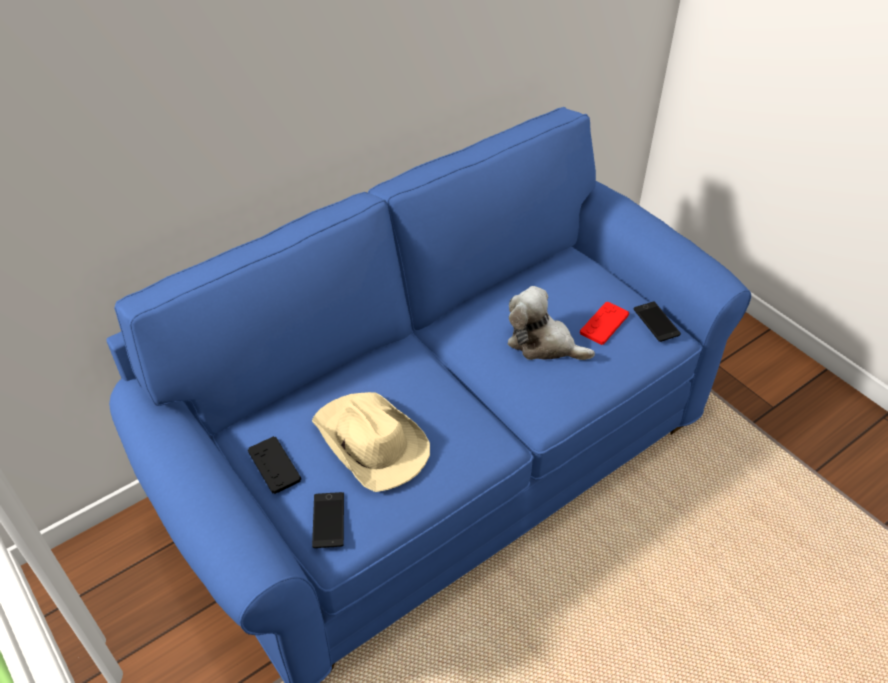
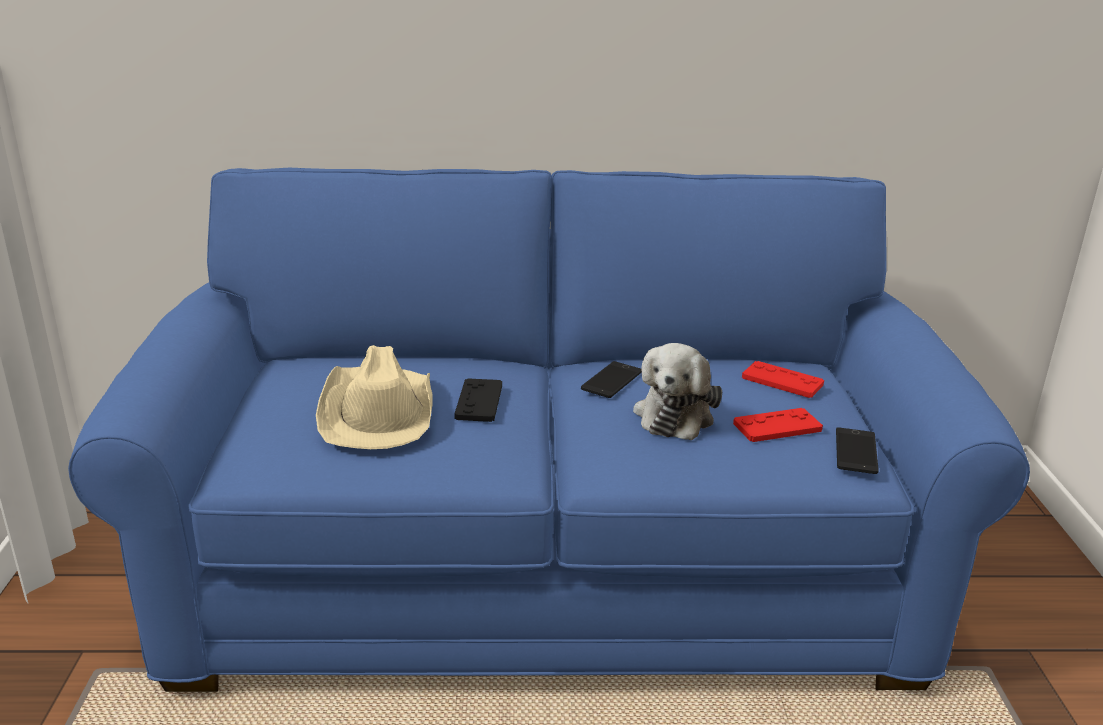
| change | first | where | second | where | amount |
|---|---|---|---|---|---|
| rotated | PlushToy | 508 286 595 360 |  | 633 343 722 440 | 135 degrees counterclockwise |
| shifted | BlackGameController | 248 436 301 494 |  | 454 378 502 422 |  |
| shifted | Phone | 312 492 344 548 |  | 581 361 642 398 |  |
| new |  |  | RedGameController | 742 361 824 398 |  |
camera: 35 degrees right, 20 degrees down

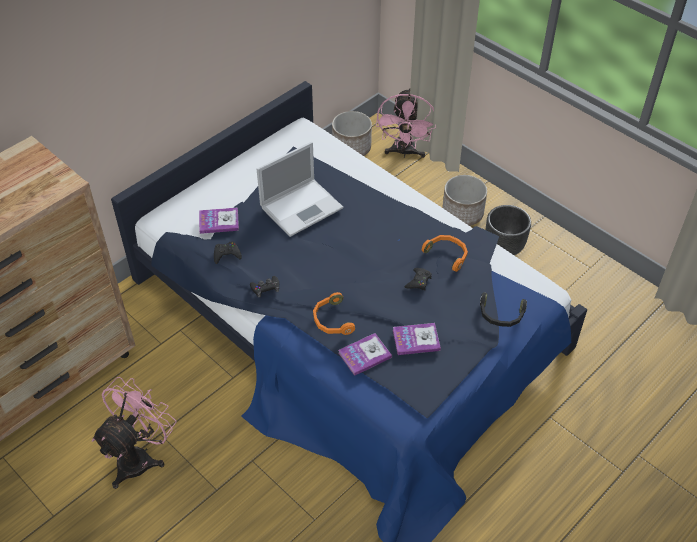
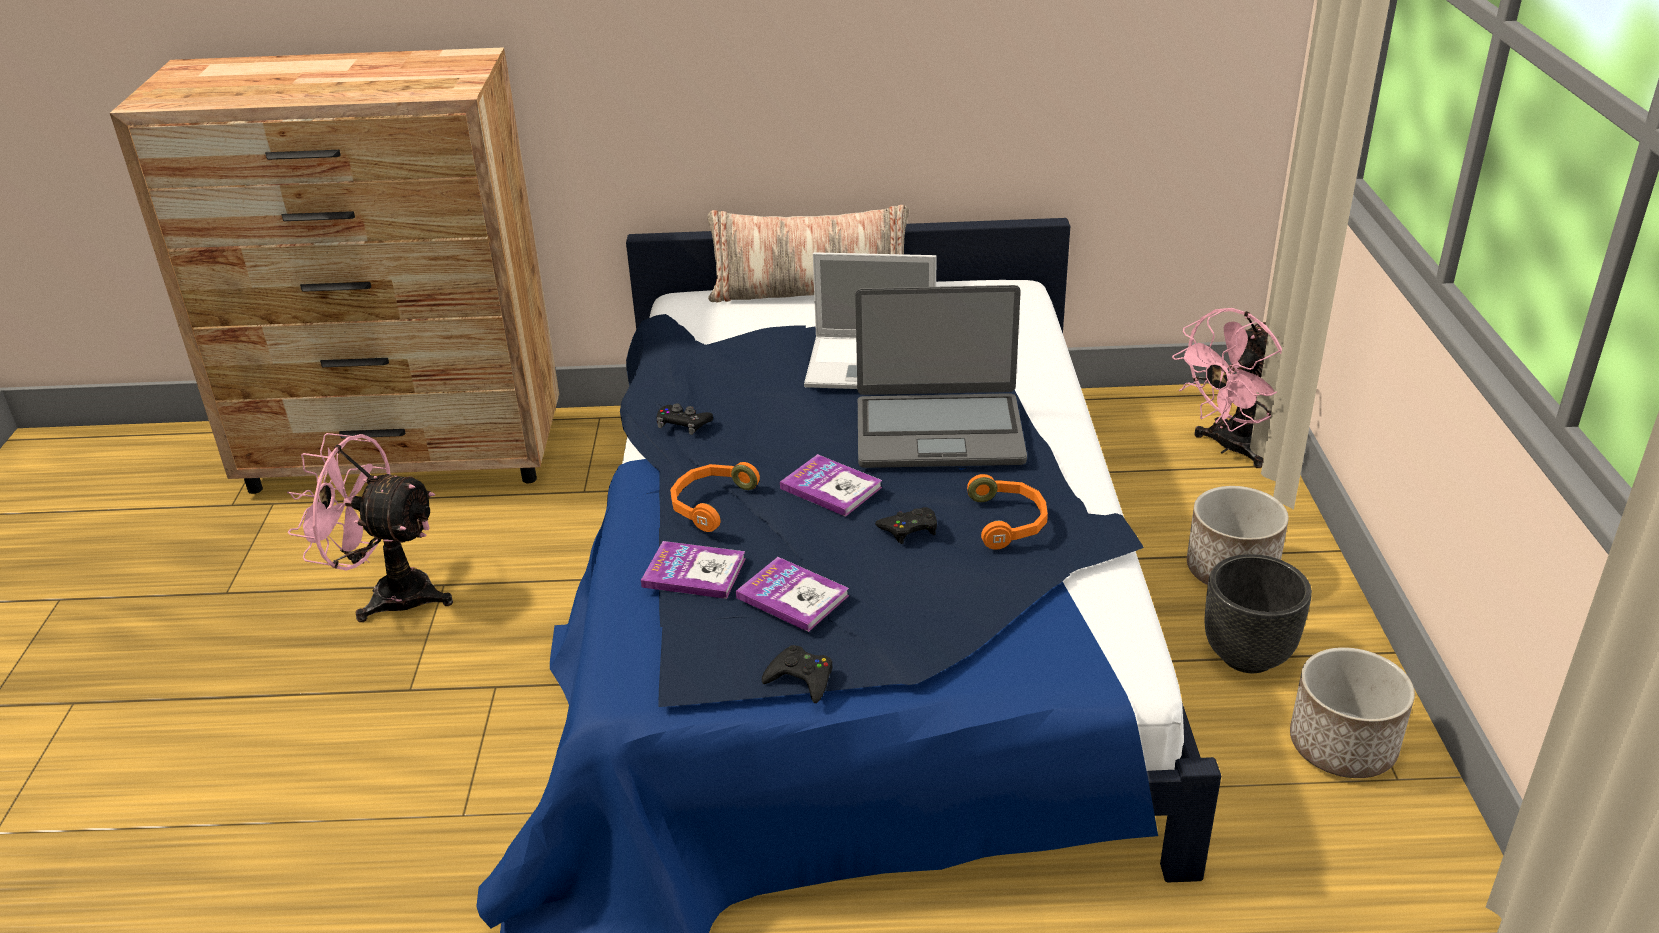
| change | first | where | second | where | amount |
|---|---|---|---|---|---|
| shifted | Planter | 332 111 372 156 |  | 1290 647 1415 778 |  |
| shifted | Book | 199 207 239 234 |  | 780 454 882 517 |  |
| shifted | BlackGameController | 214 241 242 264 |  | 762 645 832 703 |  |
| gone | BlackHeadphones | 480 292 527 327 |  |  |  |
| rotated | PinkFan | 92 377 176 489 |  | 287 433 453 622 | 150 degrees counterclockwise |
| new |  |  | Pillow | 707 205 909 302 |  |
| new |  |  | Laptop | 855 285 1027 468 |  |
camera: 45 degrees right, 15 degrees down

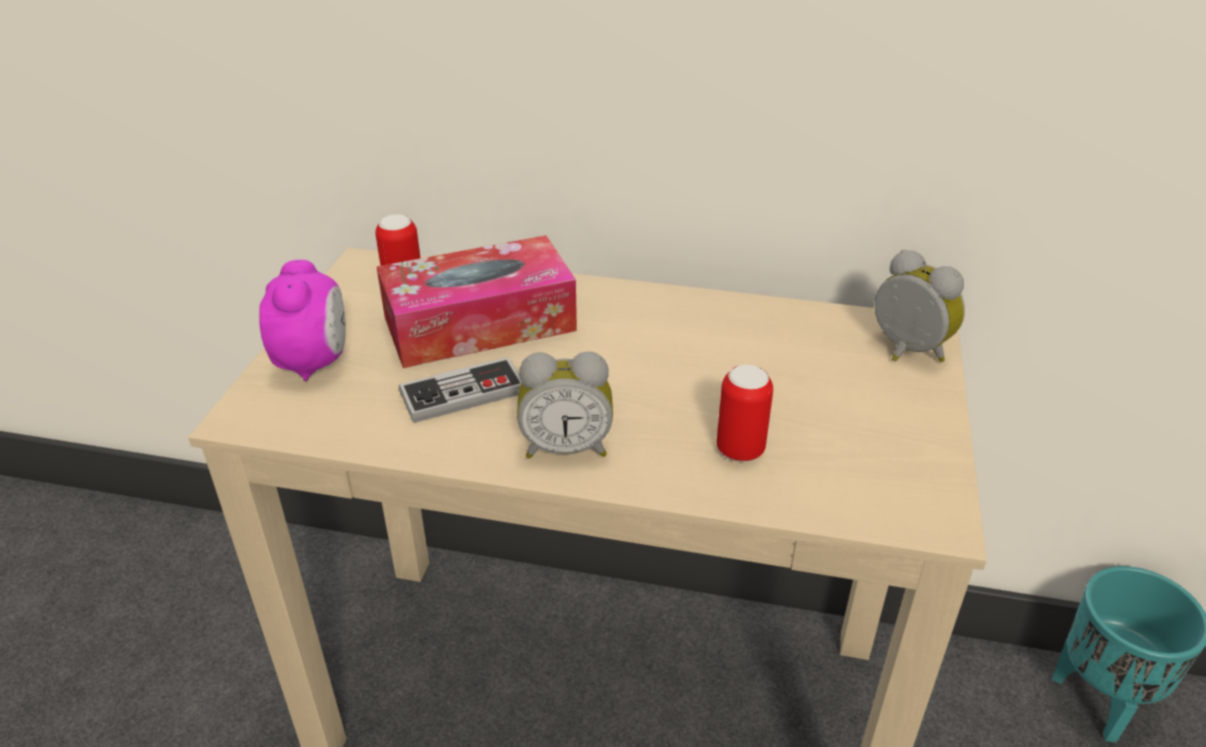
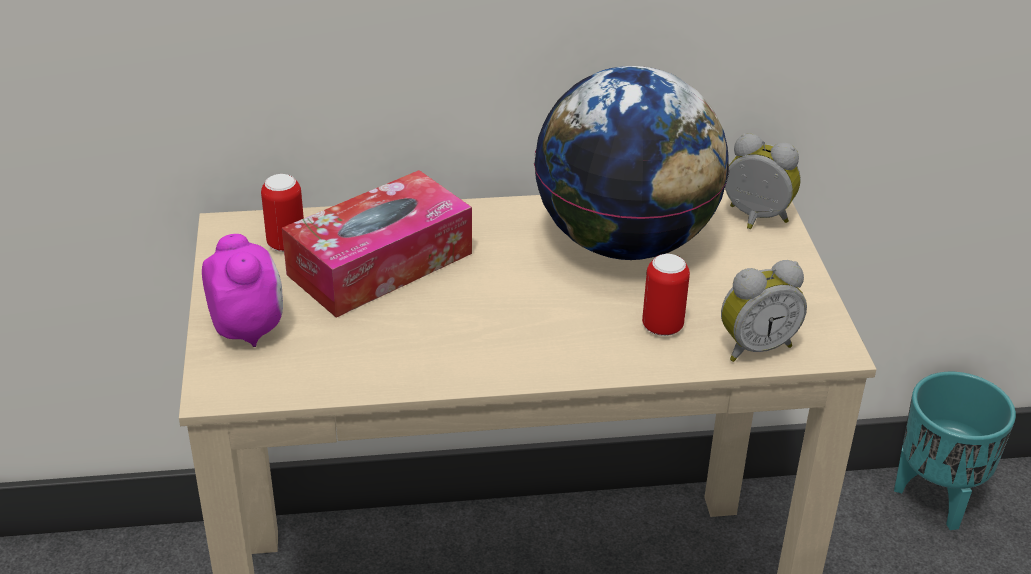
| change | first | where | second | where | amount |
|---|---|---|---|---|---|
| shifted | AlarmClock | 517 351 613 459 |  | 721 260 807 362 |  |
| gone | GameController | 399 357 522 423 |  |  |  |
| new |  |  | Globe | 534 66 729 260 |  |
camera: 20 degrees left, 0 degrees up

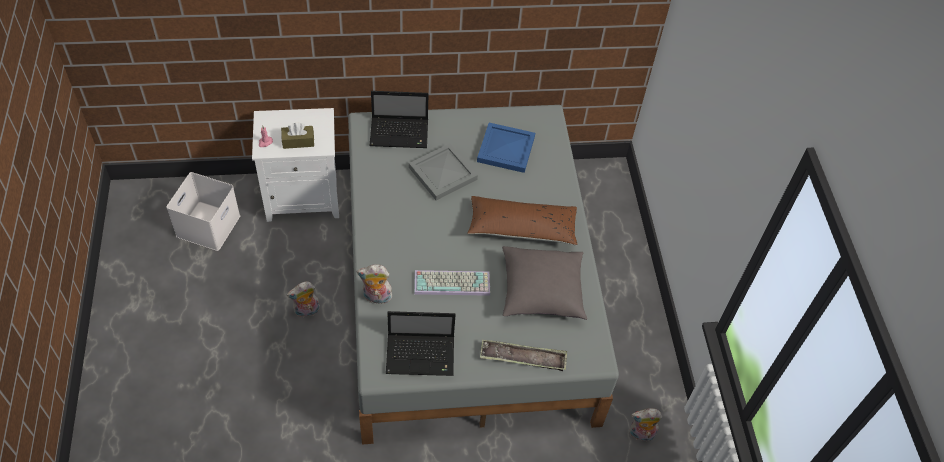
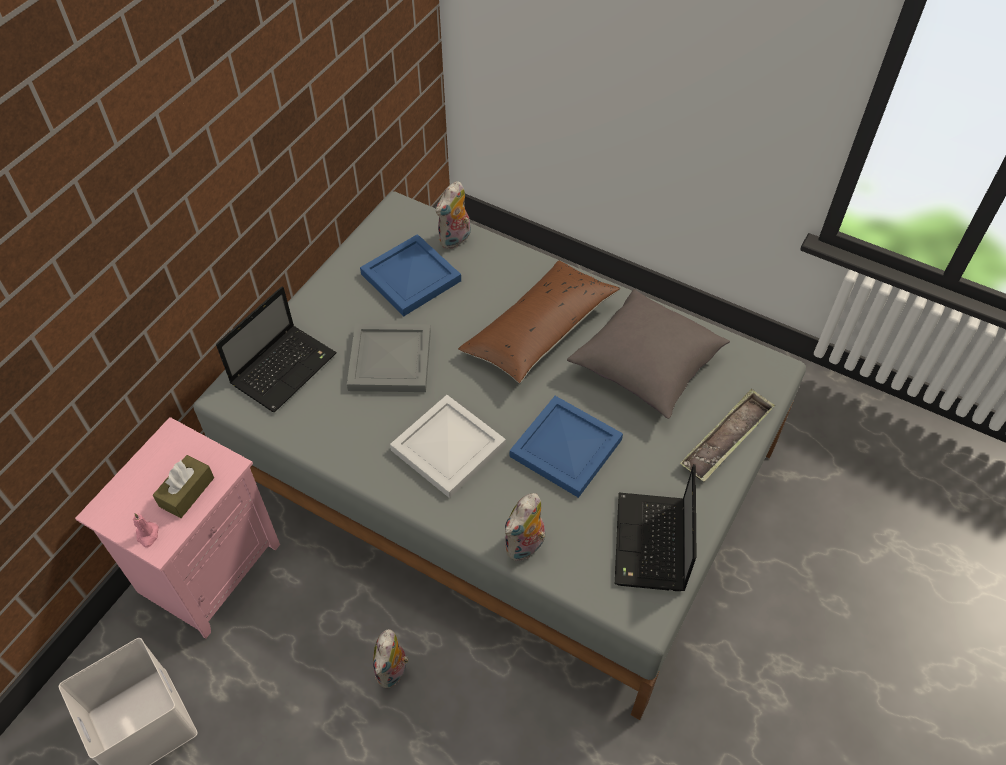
| change | first | where | second | where | amount |
|---|---|---|---|---|---|
| repainted | WhiteNightstand | 252 108 339 222 | PinkNightstand | 75 417 280 639 |  |
| swapped | Keyboard | 414 270 490 296 | BlueTray | 510 396 623 498 |  |
| rotated | Laptop | 386 311 456 376 |  | 615 464 696 591 | 150 degrees clockwise |
| shifted | PlushToy | 629 408 662 441 |  | 436 181 471 249 |  |
| new |  |  | WhiteTray | 390 395 506 498 |  |
camera: 50 degrees left, 0 degrees up

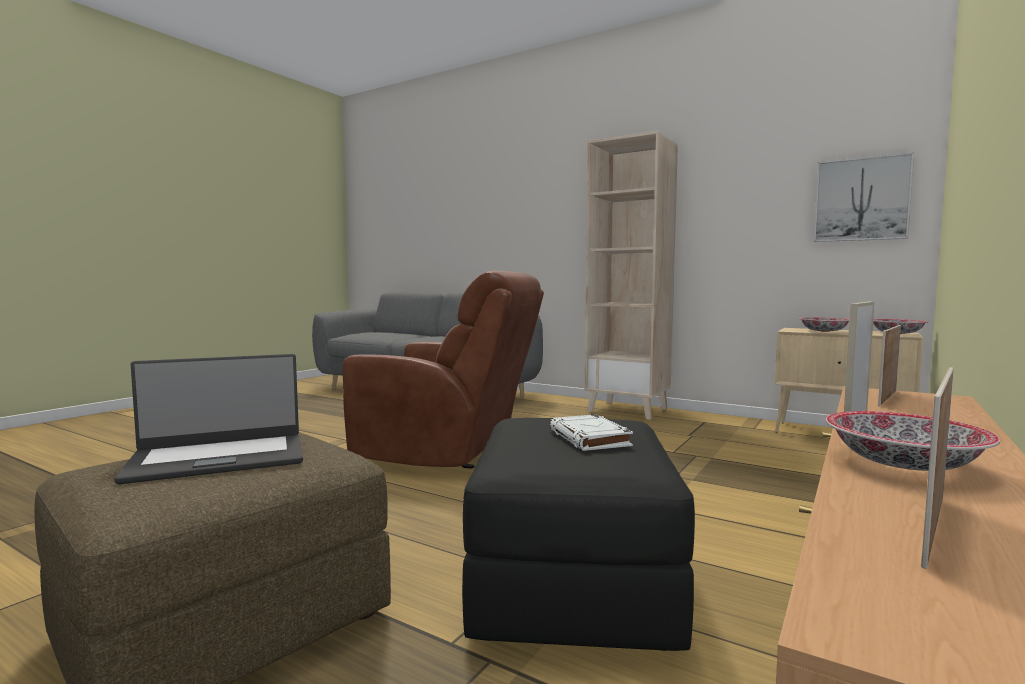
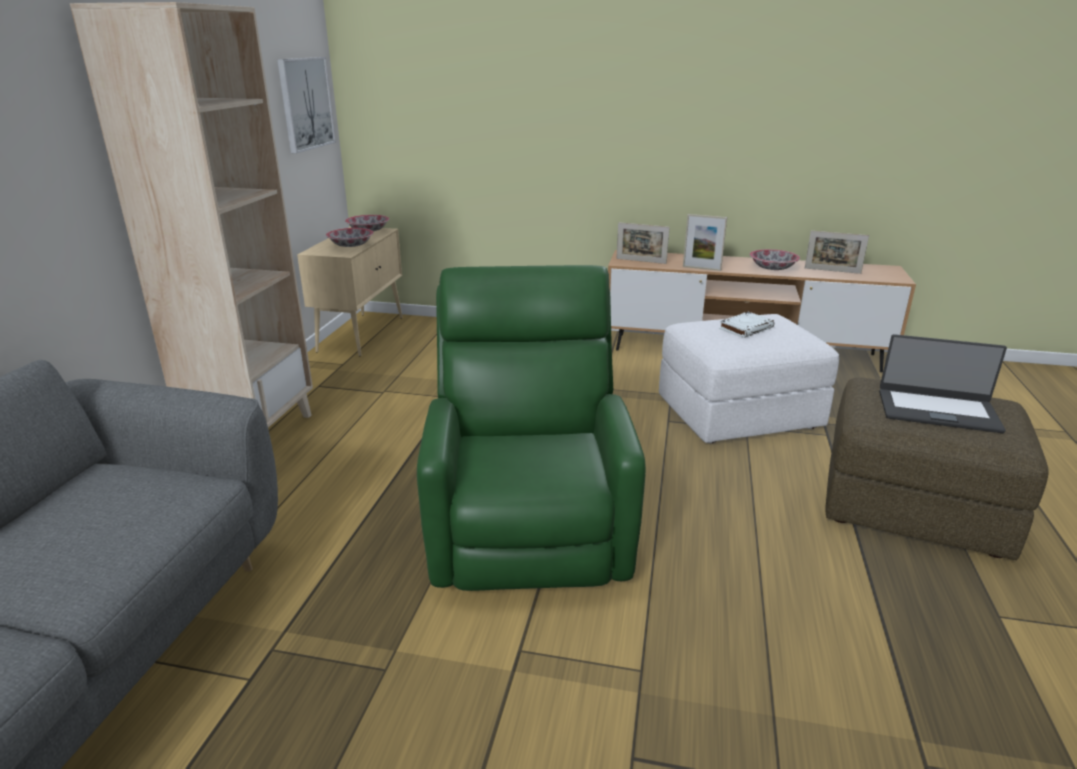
| change | first | where | second | where | amount |
|---|---|---|---|---|---|
| repainted | BrownArmchair | 343 271 544 468 | GreenArmchair | 417 265 646 591 |  |
| rotated | Laptop | 114 354 303 484 |  | 879 334 1007 433 | 150 degrees clockwise |
| repainted | BlackOttoman | 462 418 695 651 | WhiteOttoman | 659 314 839 443 |  |
camera: 110 degrees left, 20 degrees up

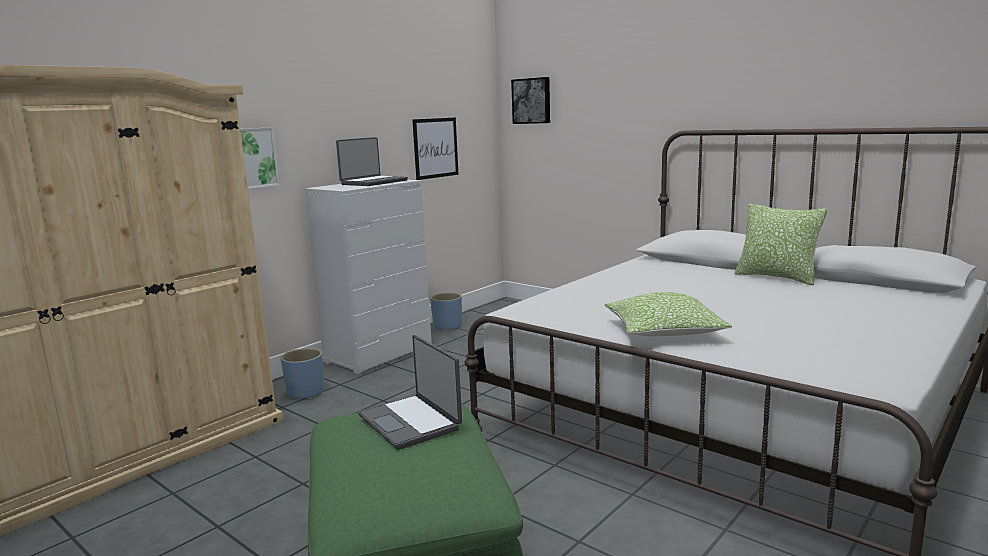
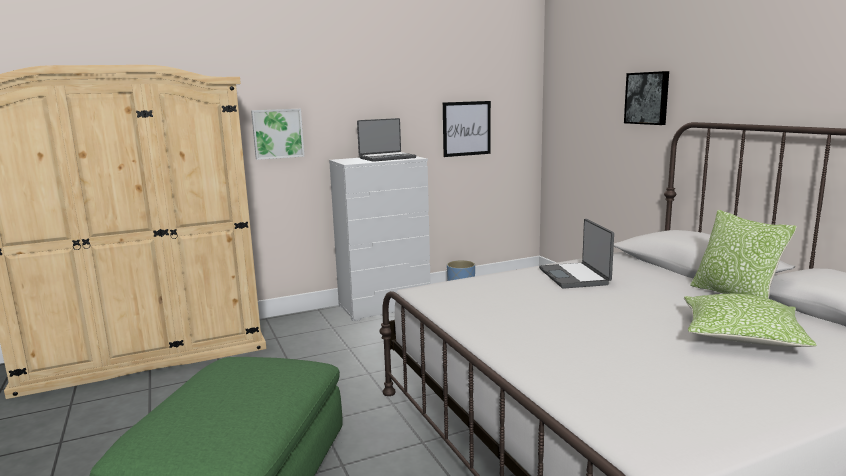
| change | first | where | second | where | amount |
|---|---|---|---|---|---|
| shifted | Picture | 511 77 550 124 |  | 624 71 669 125 |  |
| shifted | Pillow | 605 292 732 336 |  | 684 294 817 347 |  |
| shifted | Laptop | 358 335 462 450 |  | 539 219 614 289 |  |
| gone | BluePlanter | 281 348 324 400 |  |  |  |
camera: 25 degrees right, 0 degrees up

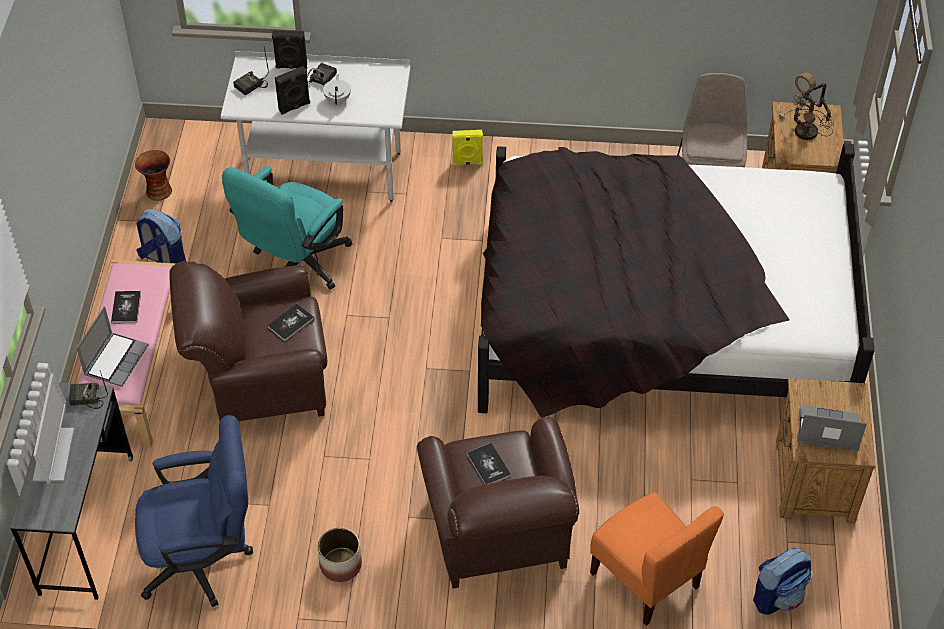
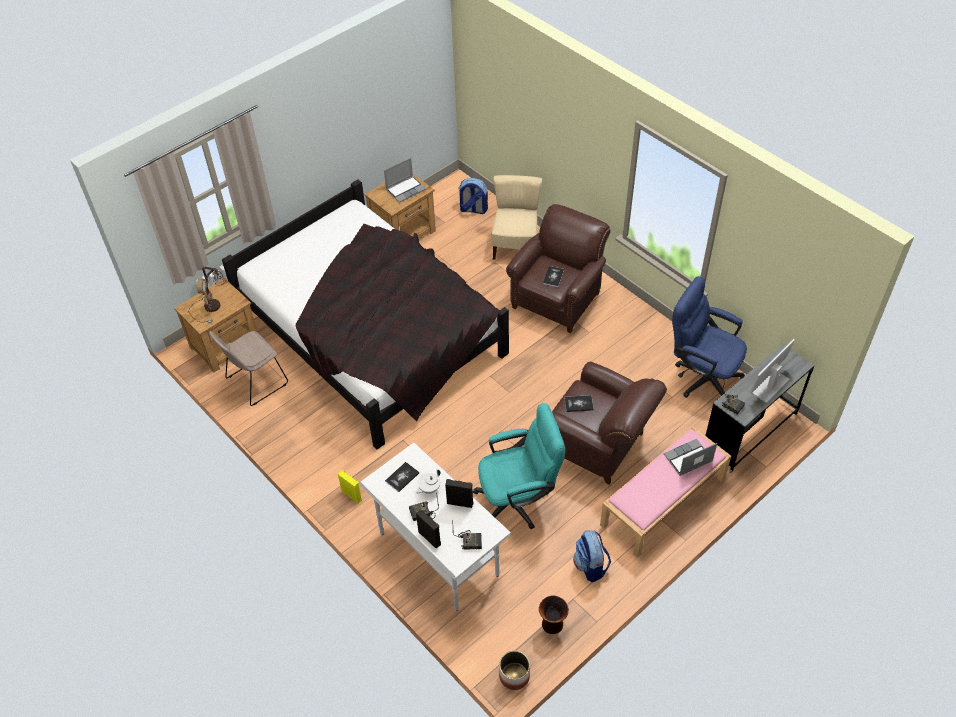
| change | first | where | second | where | amount |
|---|---|---|---|---|---|
| shifted | Book | 111 291 141 324 |  | 385 462 419 492 |  |
| rotated | Laptop | 798 405 867 451 |  | 384 158 426 203 | 90 degrees counterclockwise |
| repainted | OrangeChair | 590 492 724 626 | BeigeChair | 491 175 542 260 |  |
| shifted | Planter | 318 528 362 582 |  | 499 651 530 690 |  |
camera: 135 degrees left, 0 degrees up

